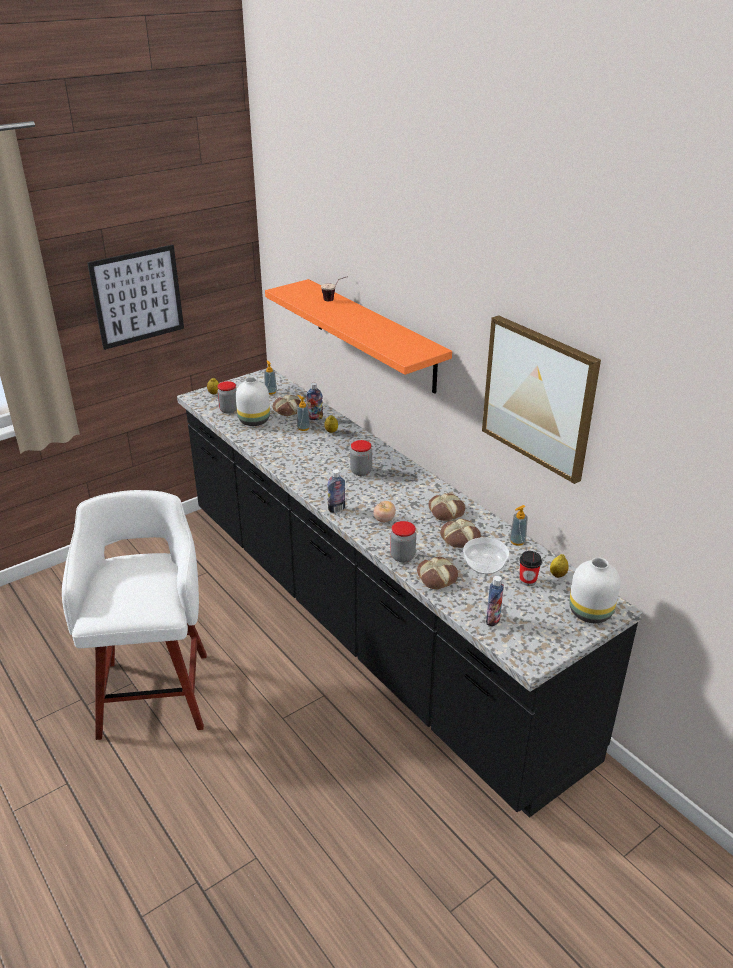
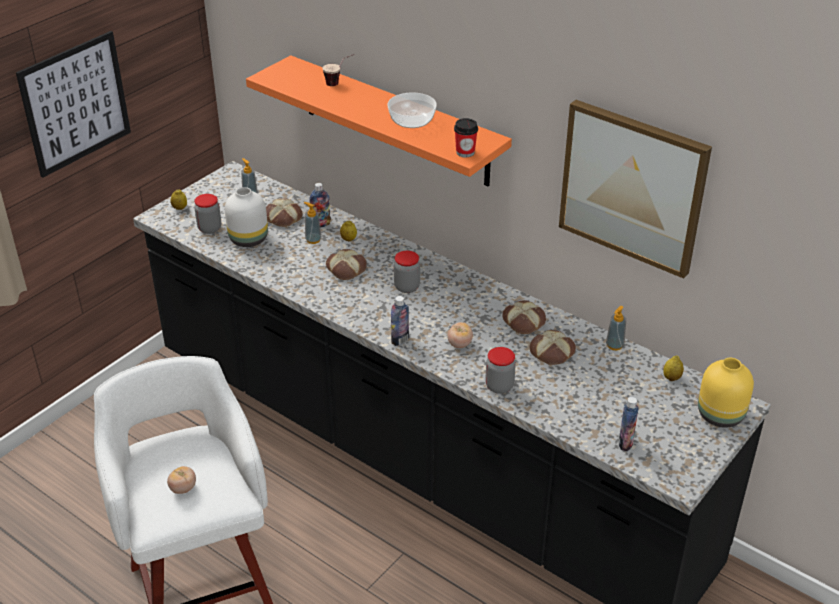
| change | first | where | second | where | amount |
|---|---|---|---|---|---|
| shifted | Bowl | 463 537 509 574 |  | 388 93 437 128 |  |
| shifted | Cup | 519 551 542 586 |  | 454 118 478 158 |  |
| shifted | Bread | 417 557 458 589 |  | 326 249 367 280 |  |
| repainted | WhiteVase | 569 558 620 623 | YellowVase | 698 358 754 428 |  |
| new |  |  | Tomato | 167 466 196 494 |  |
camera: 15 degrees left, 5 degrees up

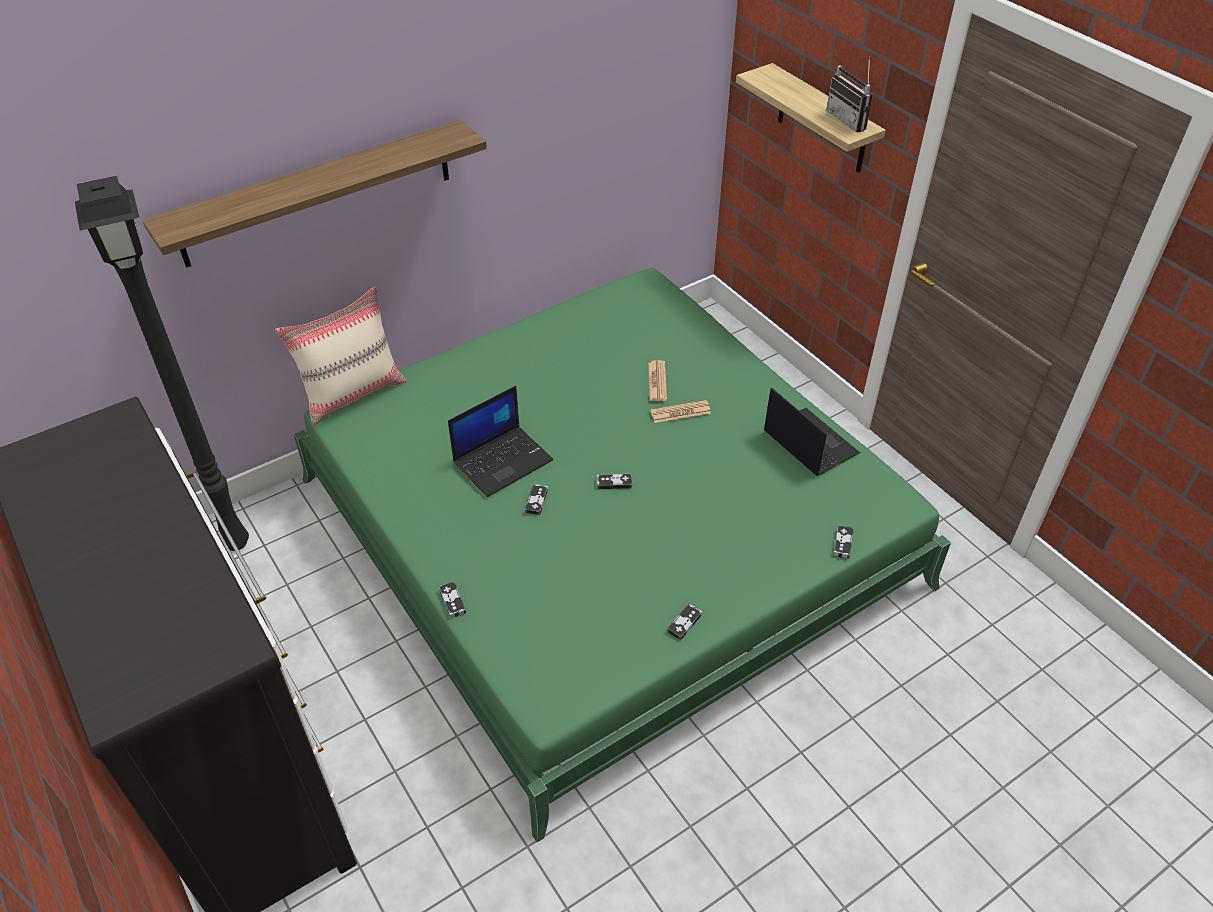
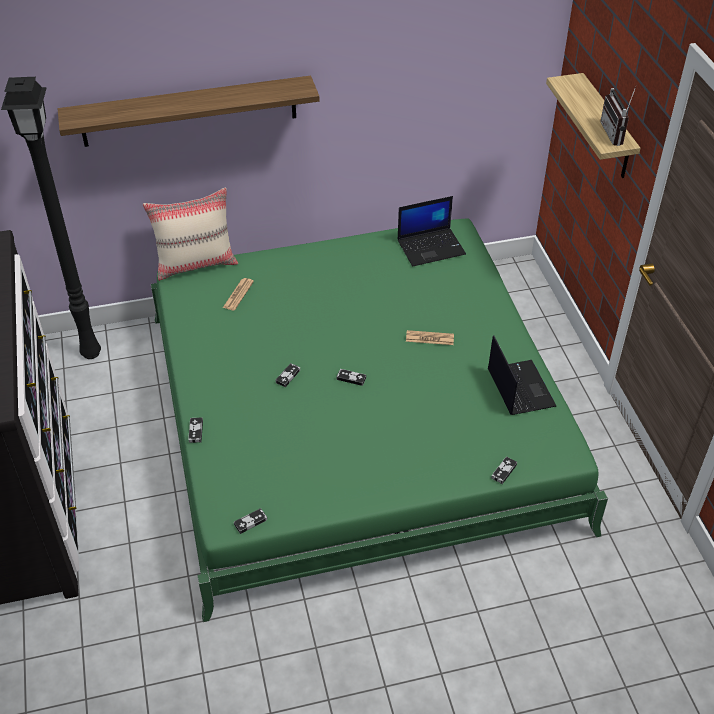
| change | first | where | second | where | amount |
|---|---|---|---|---|---|
| shifted | Newspaper | 648 360 667 401 |  | 223 278 254 311 |  |
| shifted | Laptop | 448 386 553 497 |  | 398 196 466 267 |  |
| shifted | GameController | 667 603 702 640 |  | 234 508 267 534 |  |
camera: 20 degrees right, 0 degrees up

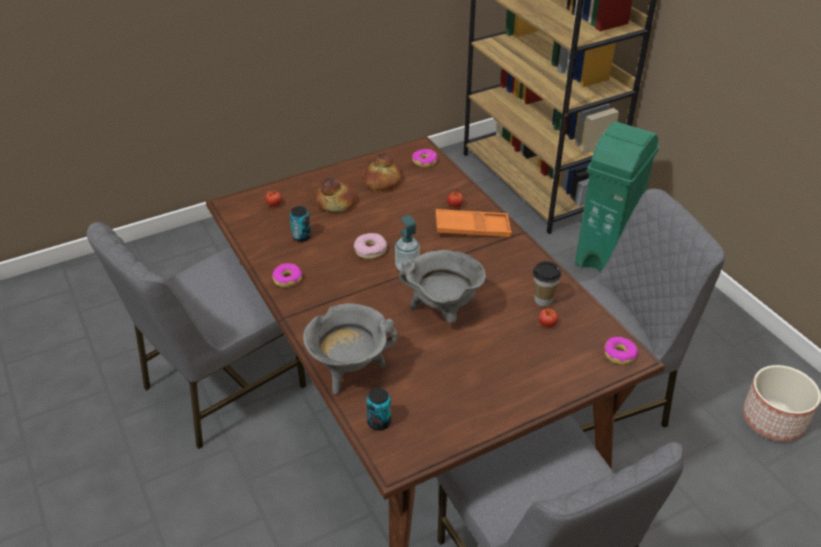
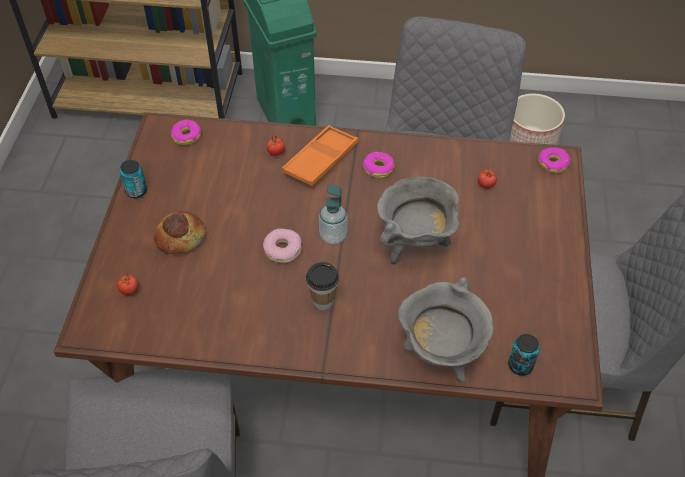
| change | first | where | second | where | amount |
|---|---|---|---|---|---|
| gone | Bread | 362 153 402 191 |  |  |  |
| shifted | Can | 290 206 311 242 |  | 120 160 147 198 |  |
| shifted | Cup | 533 261 561 306 |  | 306 262 339 310 |  |
| shifted | Donut | 272 263 302 287 |  | 363 152 394 178 |  |
camera: 55 degrees left, 10 degrees up

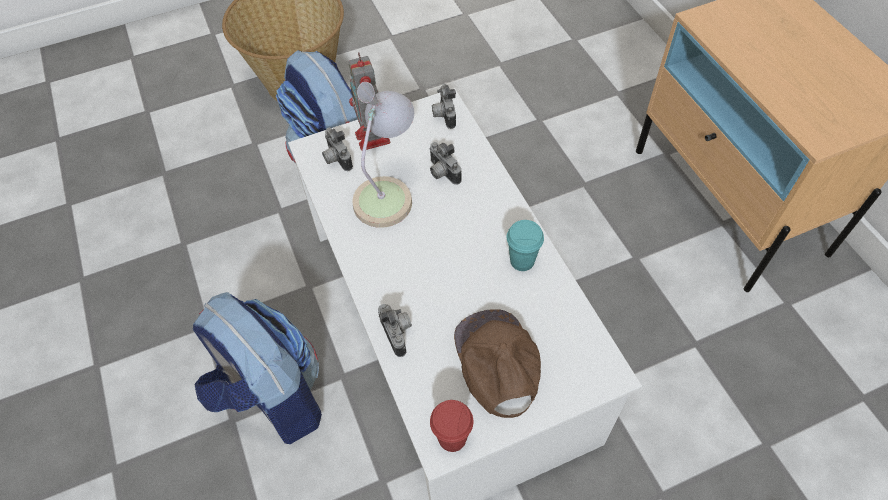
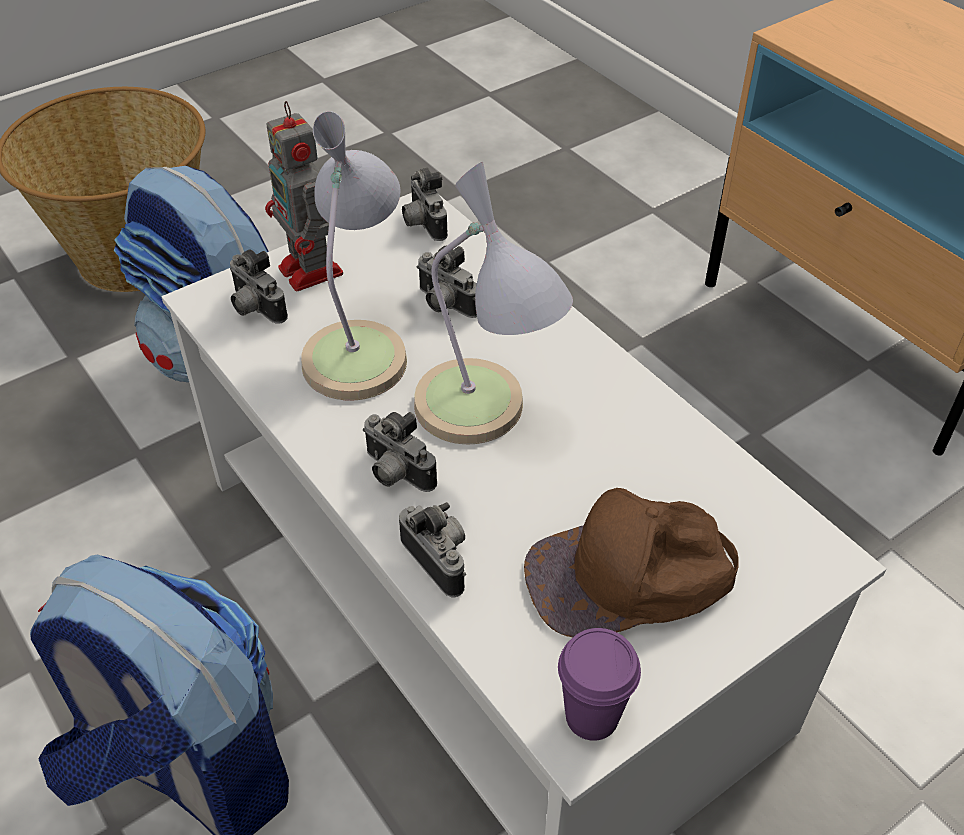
| change | first | where | second | where | amount |
|---|---|---|---|---|---|
| gone | TurquoiseCup | 507 220 544 271 |  |  |  |
| rotated | BrownCap | 454 309 541 418 |  | 524 488 739 637 | 75 degrees counterclockwise |
| repainted | RedCup | 430 400 474 452 | PurpleCup | 558 628 641 741 |  |
| new |  |  | TableLamp | 414 162 573 444 |  |
| new |  |  | PhotoCamera | 363 412 437 492 |  |
camera: 15 degrees left, 10 degrees down

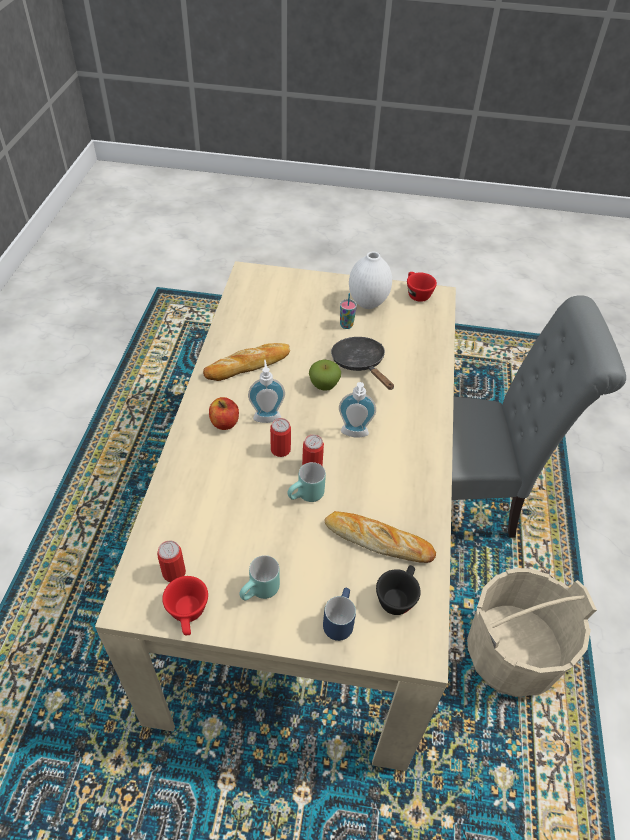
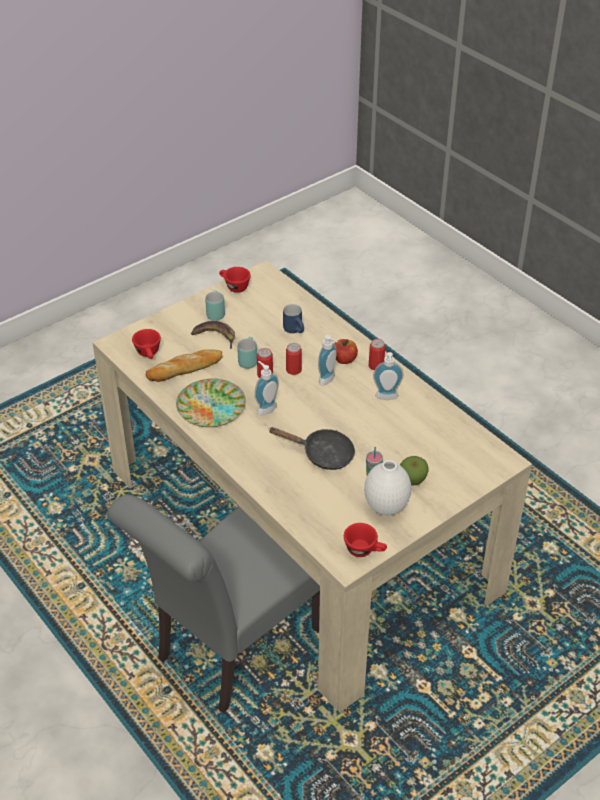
| change | first | where | second | where | amount |
|---|---|---|---|---|---|
| swapped | Bread | 203 343 290 381 | SoapDispenser | 373 352 404 400 |  |
| shifted | Apple | 309 360 341 391 |  | 400 456 429 485 |  |
| shifted | Can | 157 541 186 582 |  | 369 339 385 370 |  |
| repainted | BlackCup | 376 565 421 615 | RedCup | 132 329 161 359 |  |
| gone | BeigeBucket | 467 568 597 697 |  |  |  |
| shifted | BlueMug | 323 588 356 641 |  | 283 304 304 333 |  |
| new |  |  | Banana | 191 321 235 349 |  |
| new |  |  | Plate | 176 379 246 427 |  |
camera: 135 degrees right, 5 degrees down

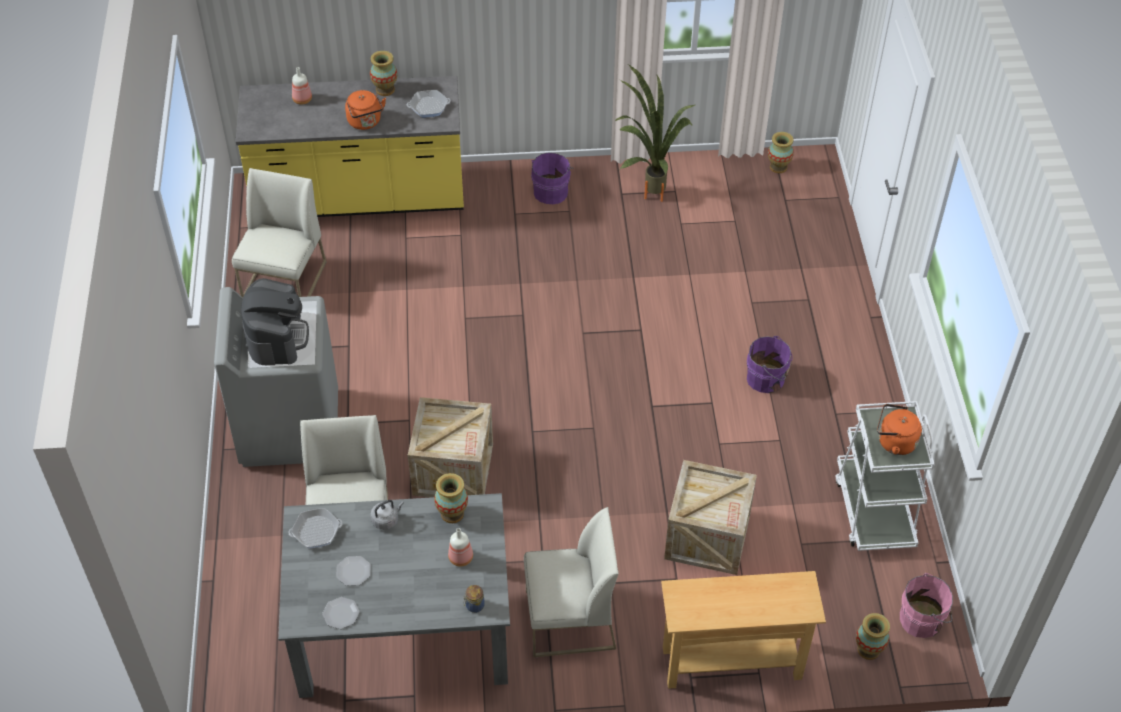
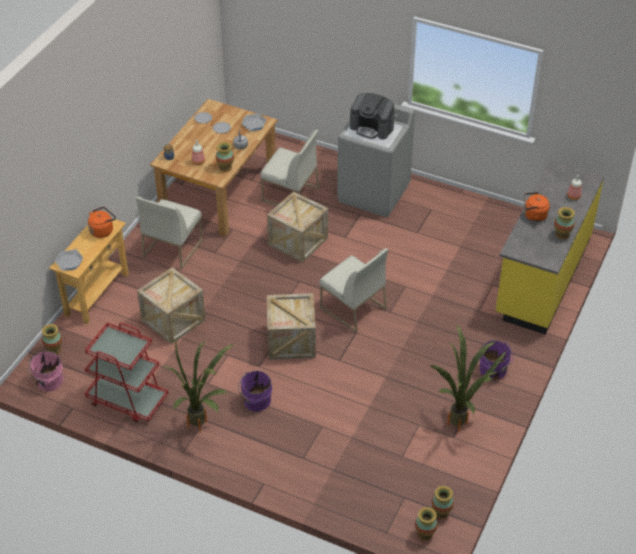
| change | first | where | second | where | amount |
|---|---|---|---|---|---|
| shifted | FryingPan | 407 90 451 117 |  | 55 249 83 271 |  |
| shifted | WhiteChair | 232 168 326 297 |  | 320 248 389 333 |  |
| repainted | WhiteCart | 836 401 935 551 | RedCart | 85 323 168 423 |  |
| shifted | OrangeKettle | 877 404 922 455 |  | 88 207 116 238 |  |
| repainted | GreyDiningTable | 278 493 510 698 | BrownDiningTable | 150 99 278 237 |  |
| new |  |  | Crate | 267 293 316 360 |  |
| new |  |  | PottedPlant | 164 340 233 432 |  |
| new |  |  | Vase | 415 507 437 541 |  |
camera: 120 degrees right, 5 degrees down

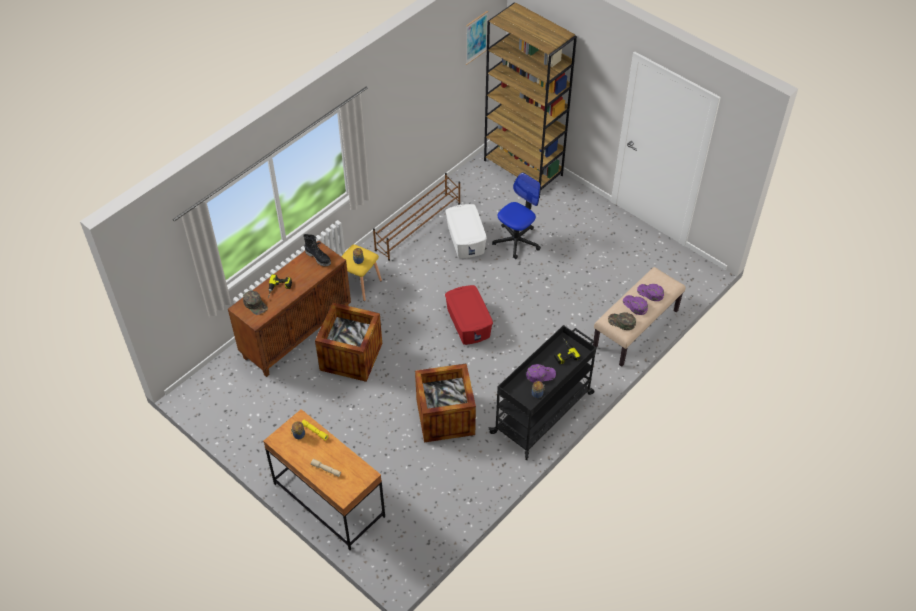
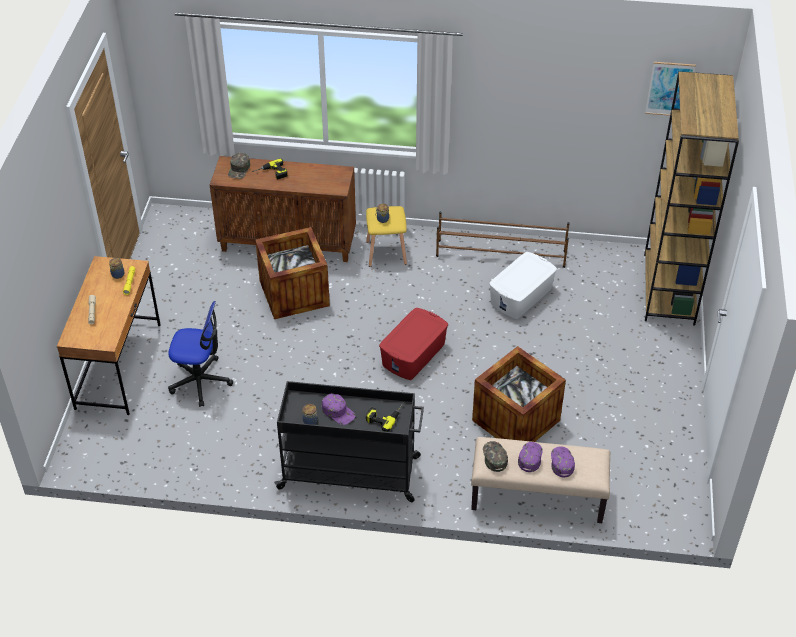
| change | first | where | second | where | amount |
|---|---|---|---|---|---|
| shifted | OfficeChair | 492 173 541 259 |  | 168 301 233 407 |  |
| gone | BlackBoot | 303 234 331 267 |  |  |  |
| shifted | Crate | 415 363 476 443 |  | 472 346 566 442 |  |
camera: 55 degrees right, 5 degrees down

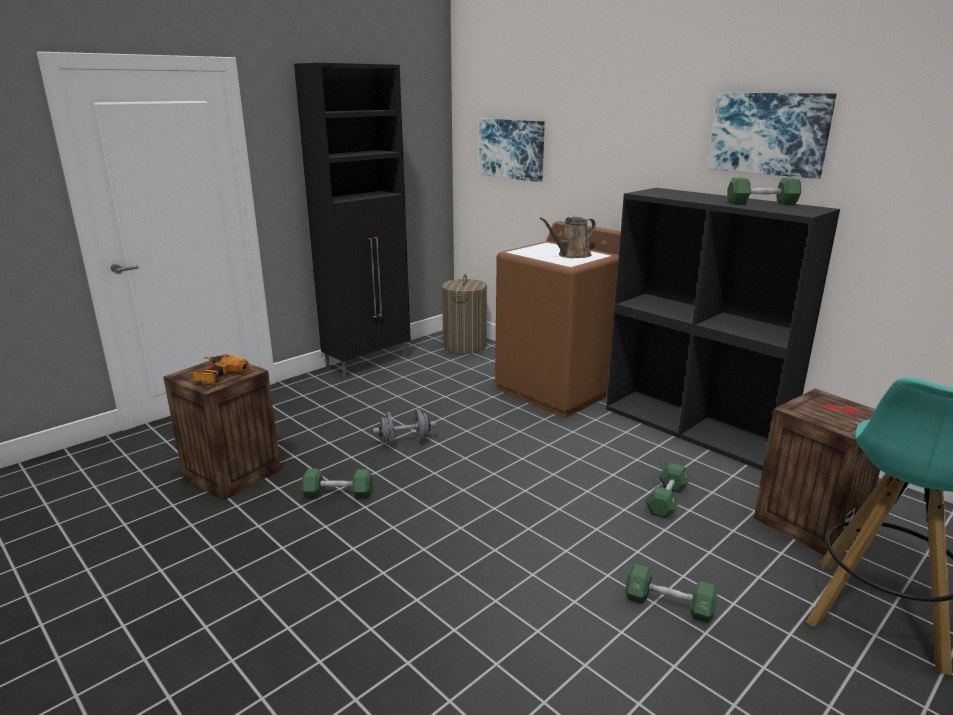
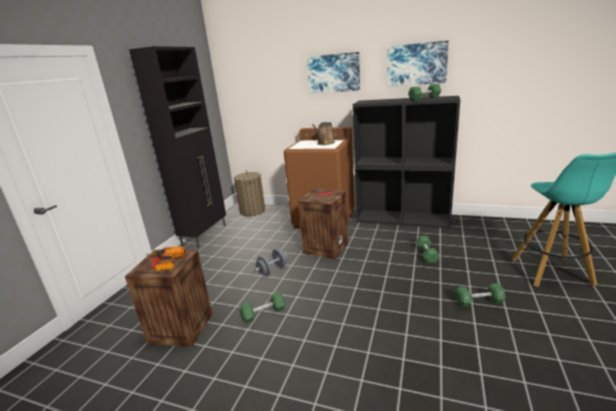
| change | first | where | second | where | amount |
|---|---|---|---|---|---|
| shifted | Picture | 479 118 545 182 |  | 306 52 360 93 |  |
| shifted | Crate | 754 389 880 555 |  | 298 188 348 259 |  |
camera: 25 degrees left, 0 degrees up

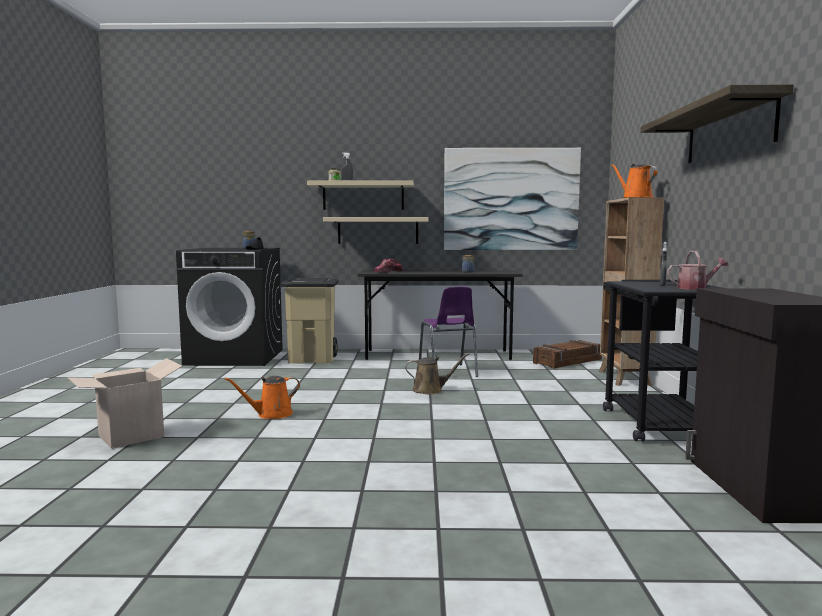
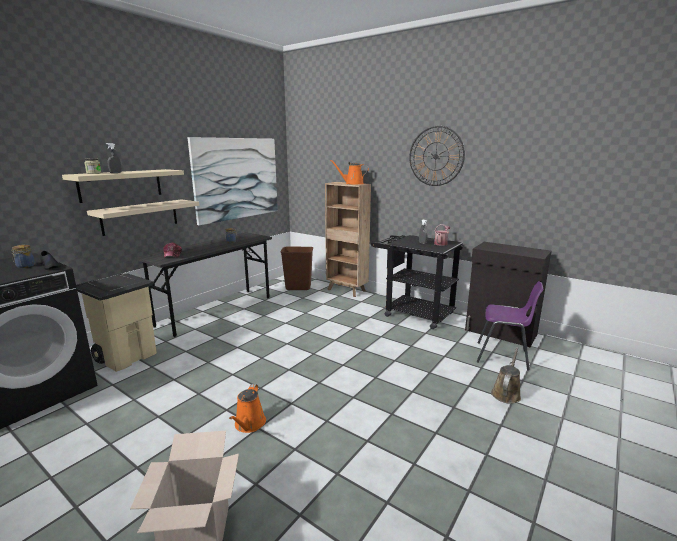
| change | first | where | second | where | amount |
|---|---|---|---|---|---|
| swapped | Shelf | 640 85 794 163 | WallClock | 409 126 465 186 |  |
| shifted | PurpleChair | 419 287 478 377 |  | 476 281 543 370 |  |
| swapped | Crate | 533 340 602 369 | BrownTrashCan | 281 247 313 290 |  |
| shifted | BrownWateringCan | 405 353 469 394 |  | 491 347 521 404 |  |
camera: 55 degrees left, 10 degrees up

